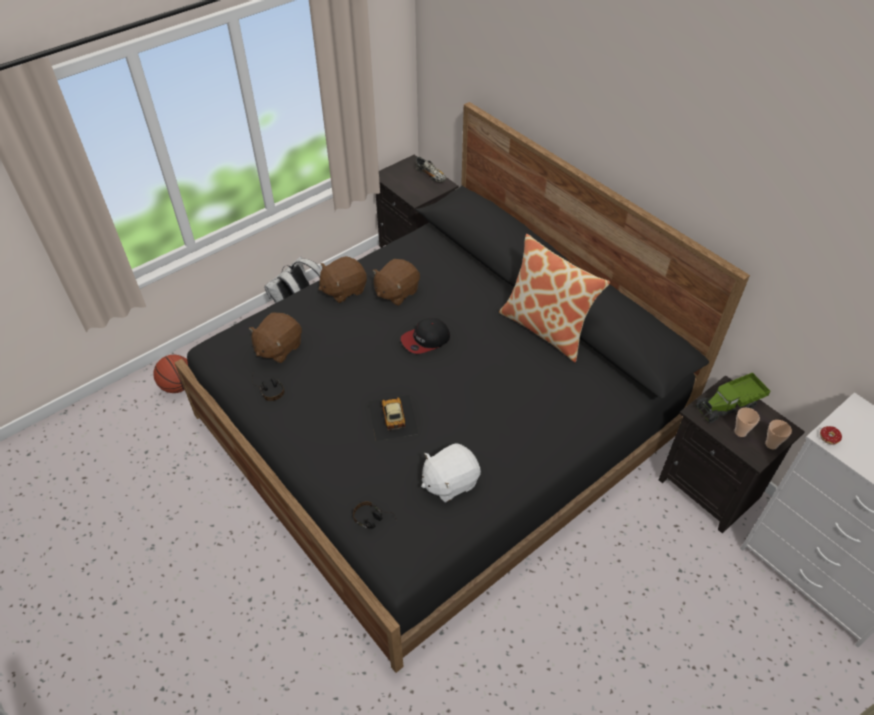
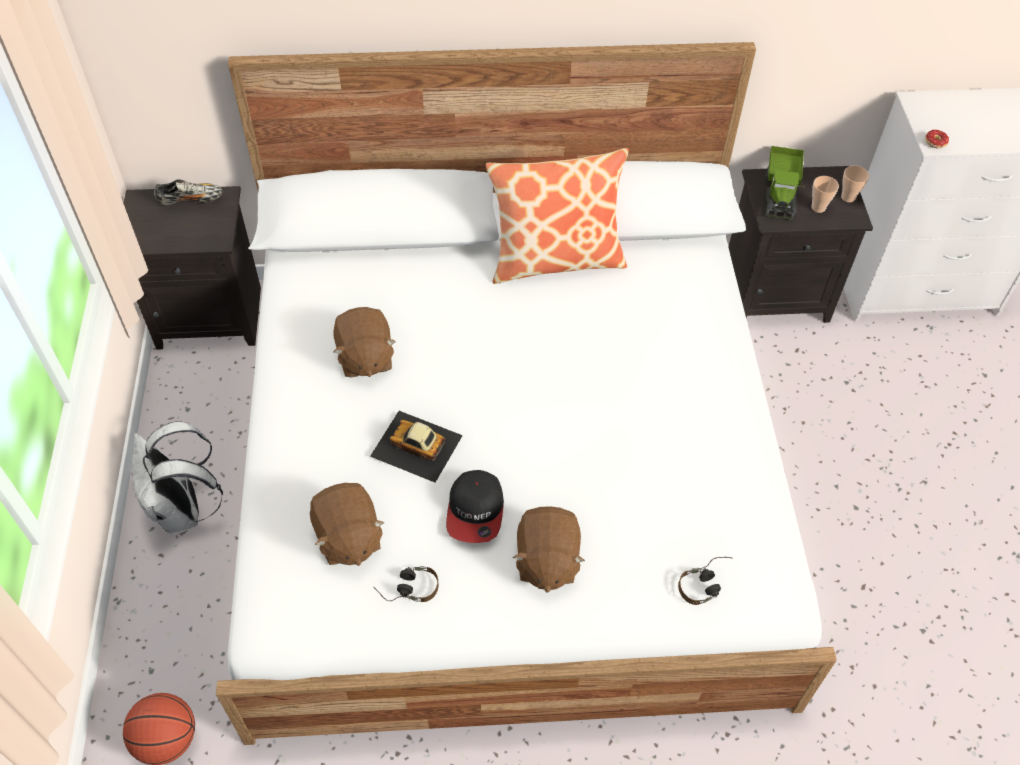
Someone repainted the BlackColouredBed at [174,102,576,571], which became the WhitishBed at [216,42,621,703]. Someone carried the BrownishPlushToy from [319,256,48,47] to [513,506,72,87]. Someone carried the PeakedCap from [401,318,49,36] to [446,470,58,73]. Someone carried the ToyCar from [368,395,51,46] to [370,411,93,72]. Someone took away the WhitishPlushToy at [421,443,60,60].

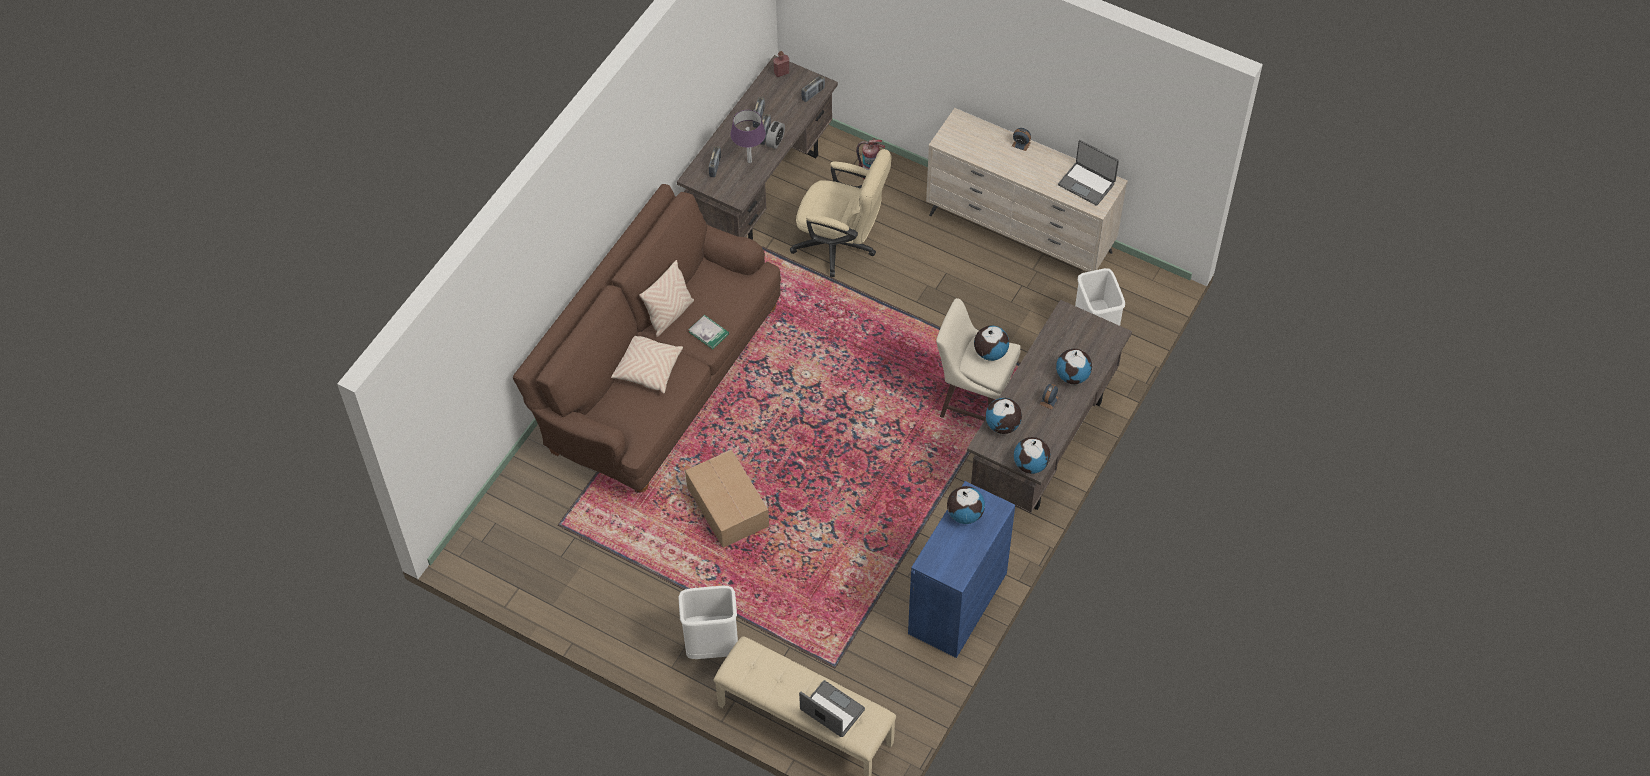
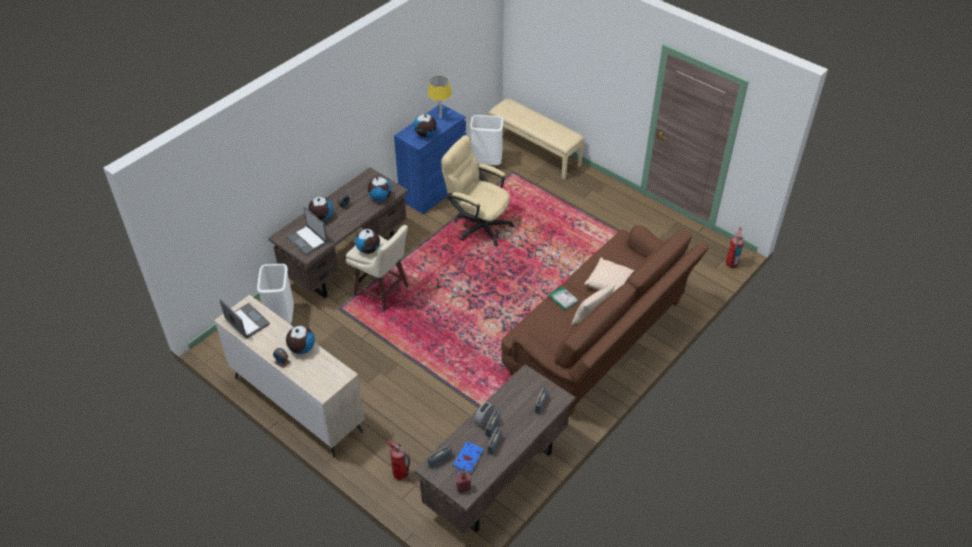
Someone took away the PurpleLampForATable at [730,110,36,53]. Someone carried the BeigeOfficeChair from [790,149,101,128] to [441,135,73,111]. Someone carried the Globe from [1014,437,37,37] to [286,326,29,28]. Someone took away the CardboardBox at [685,449,84,99]. Someone carried the WhitishTrashCan from [678,586,60,73] to [470,115,34,50]. Someone carried the Laptop from [799,680,66,57] to [287,207,40,48]. Someone put down the YellowColouredLampForATable at [428,76,24,42]. Someone put down the FireExtinguisher at [726,227,18,41]. Someone put down the BlueVolume at [453,442,31,33].

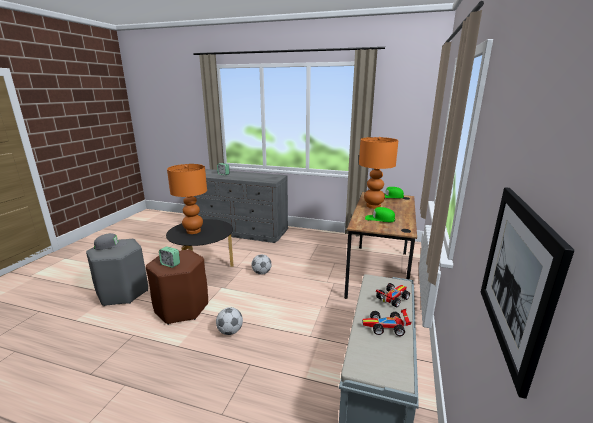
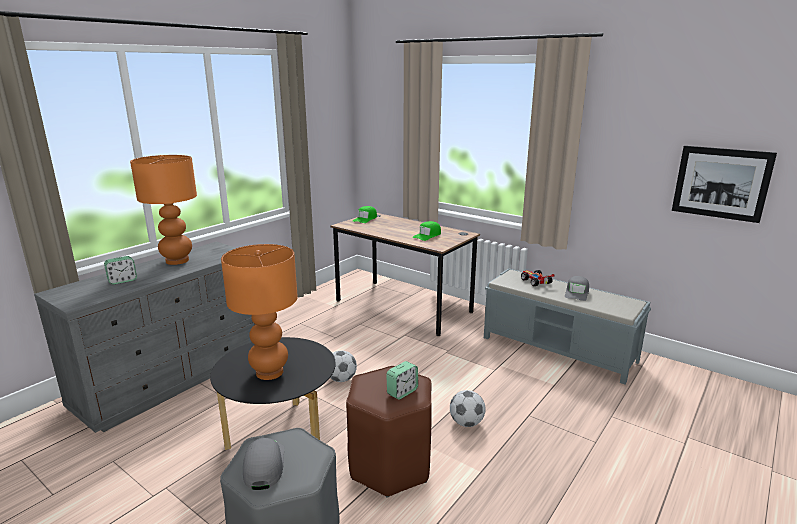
Someone carried the OrangeLampForATable from [359,137,40,72] to [130,155,67,110]. Someone swapped the ToyCar at [362,309,49,27] for the GrayPeakedCap at [565,276,24,25].

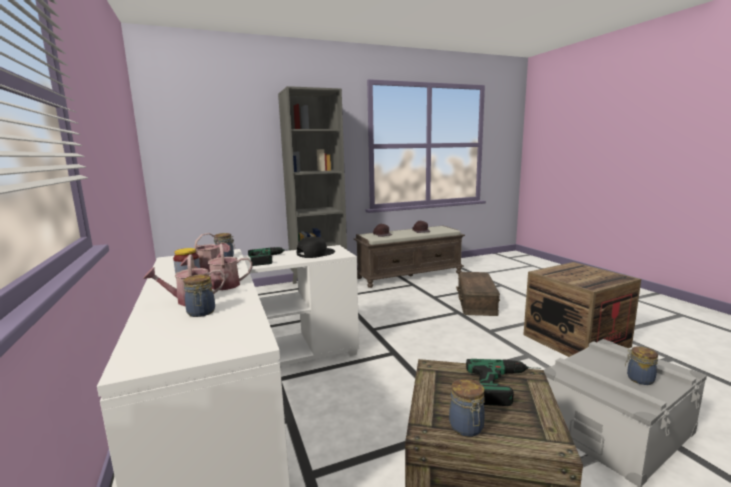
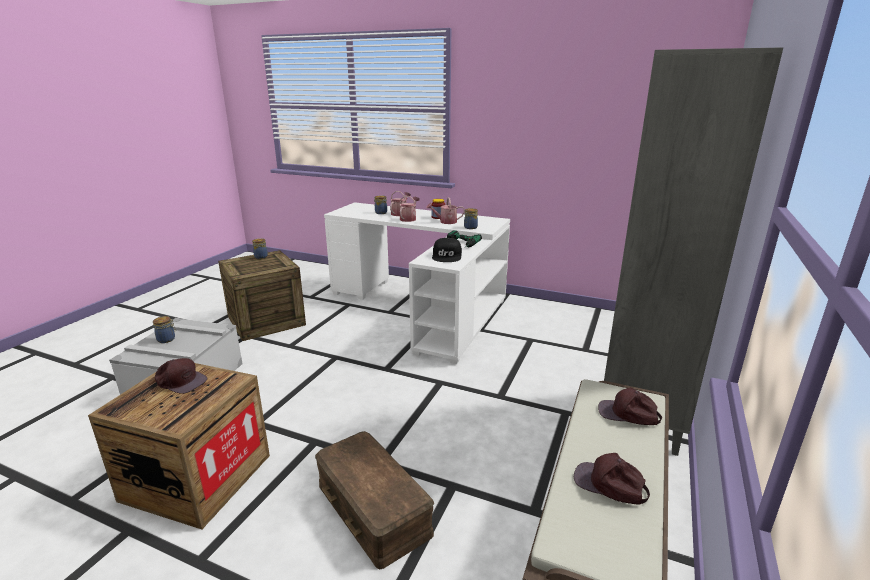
Someone took away the Drill at [466,359,76,47]. Someone put down the BrownishPeakedCap at [155,358,52,36].

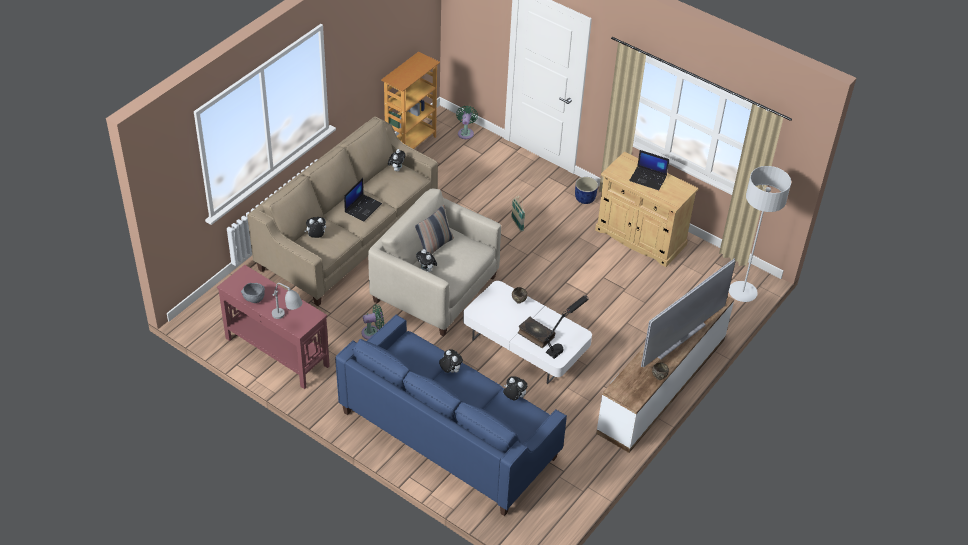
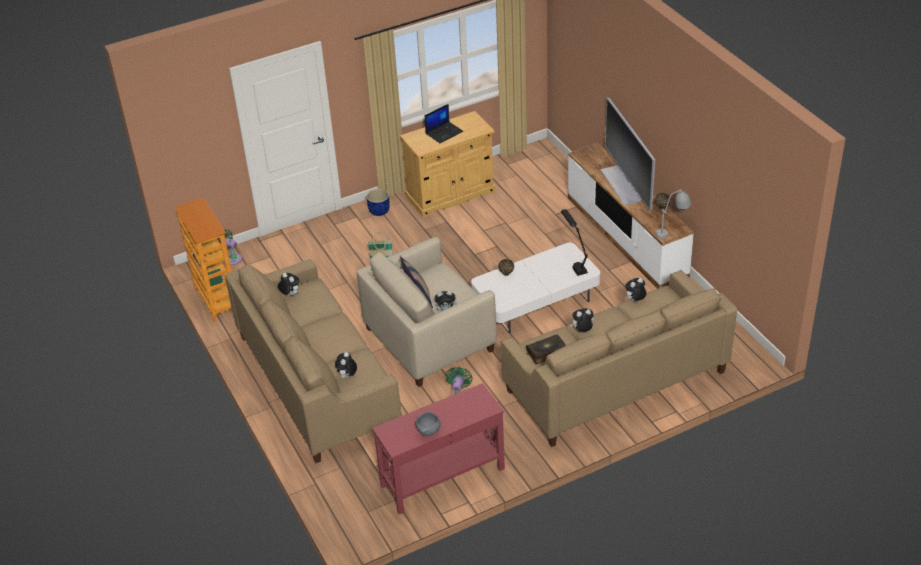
Someone took away the GrayFloorLamp at [729,166,62,136]. Someone took away the Laptop at [344,178,38,43]. Someone carried the GrayLampForATable from [272,283,31,36] to [656,189,35,49]. Someone repainted the BlueSettee at [335,314,232,202], which became the BeigeSettee at [501,270,236,177]. Someone carried the Volume from [518,317,37,31] to [526,334,40,30].

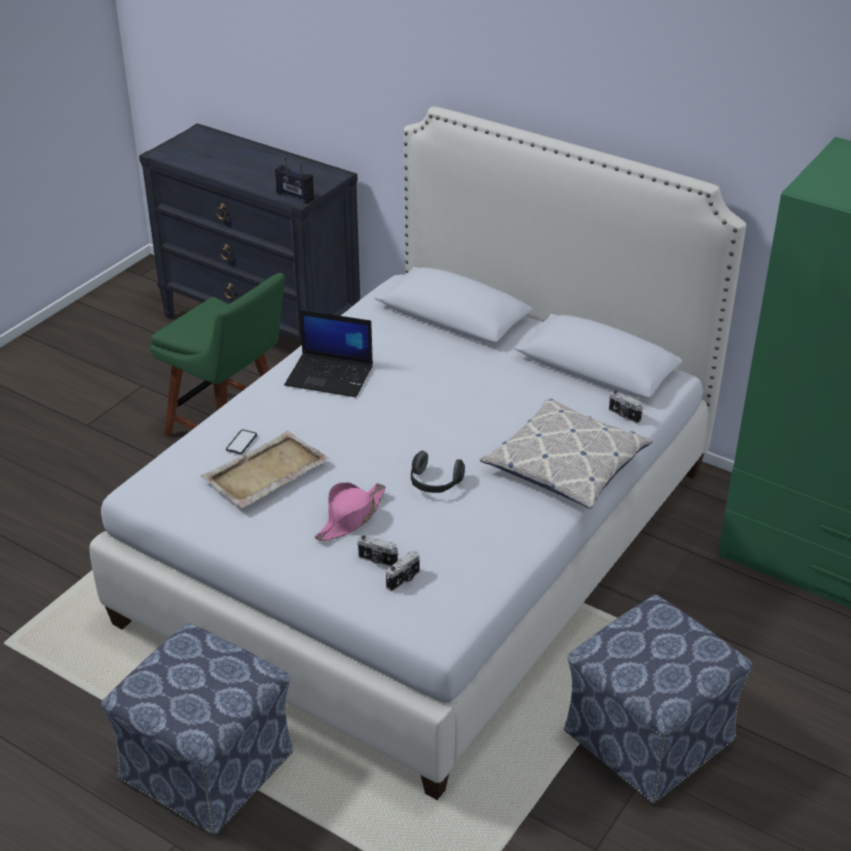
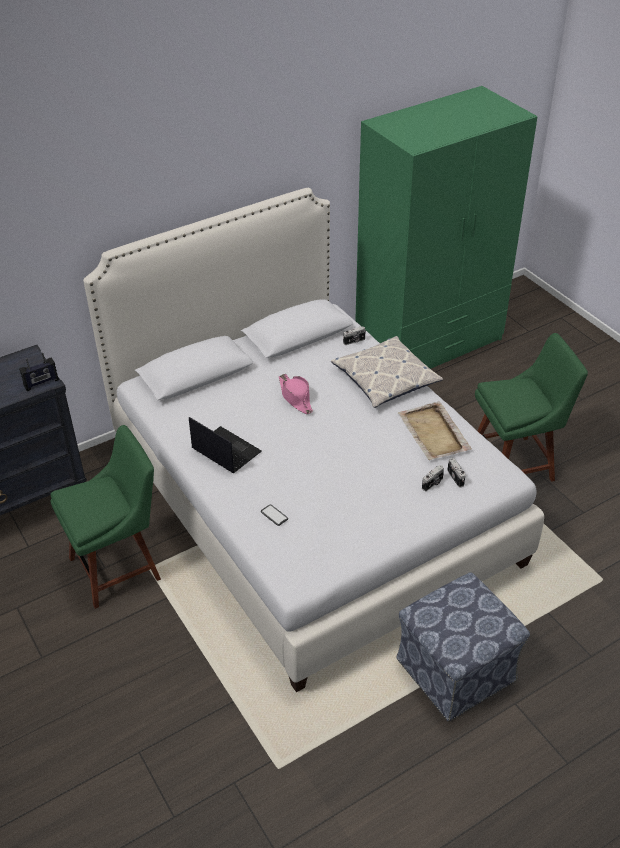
Someone rotated the Laptop at [284,310,89,87] by 90 degrees counterclockwise. Someone carried the BeigeTray from [201,431,128,77] to [398,401,74,59]. Someone took away the PairOfHeadphones at [411,451,54,42]. Someone carried the PinkHat from [314,482,72,59] to [279,374,34,40]. Someone swapped the Footrest at [564,595,189,209] for the GreenColouredUprightChair at [475,333,113,149].

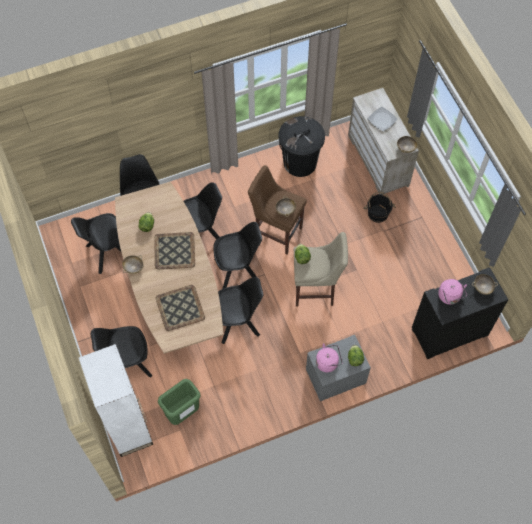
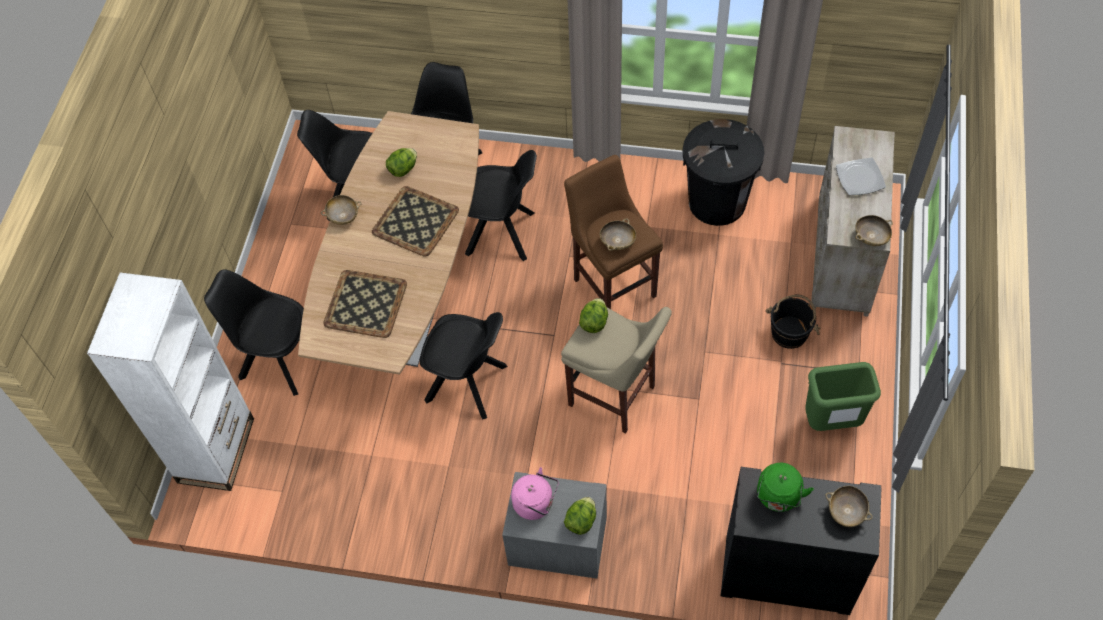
Someone took away the BlackColouredUprightChair at [213,222,49,67]. Someone repainted the PinkTeaKettle at [438,279,29,26], which became the GreenColouredTeaKettle at [757,463,57,49]. Someone carried the GreenColouredTrashCan from [158,379,42,46] to [805,362,76,69].

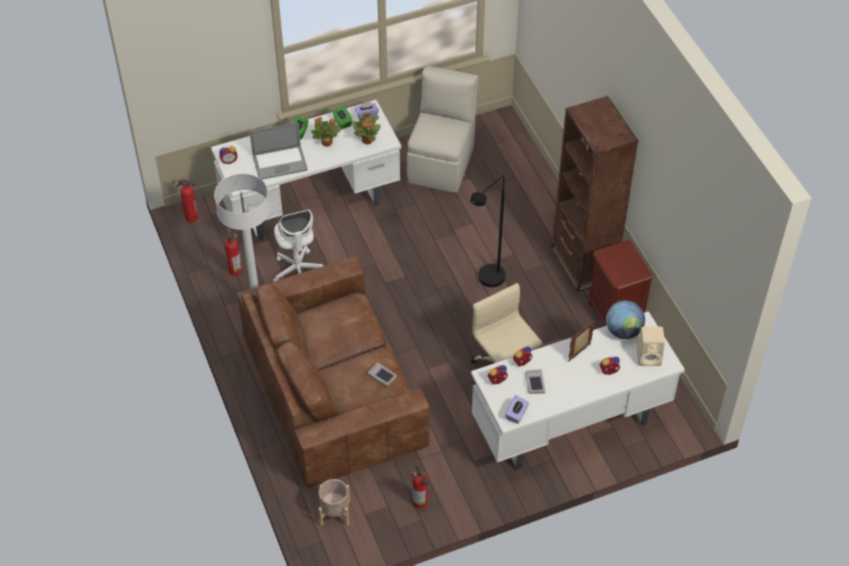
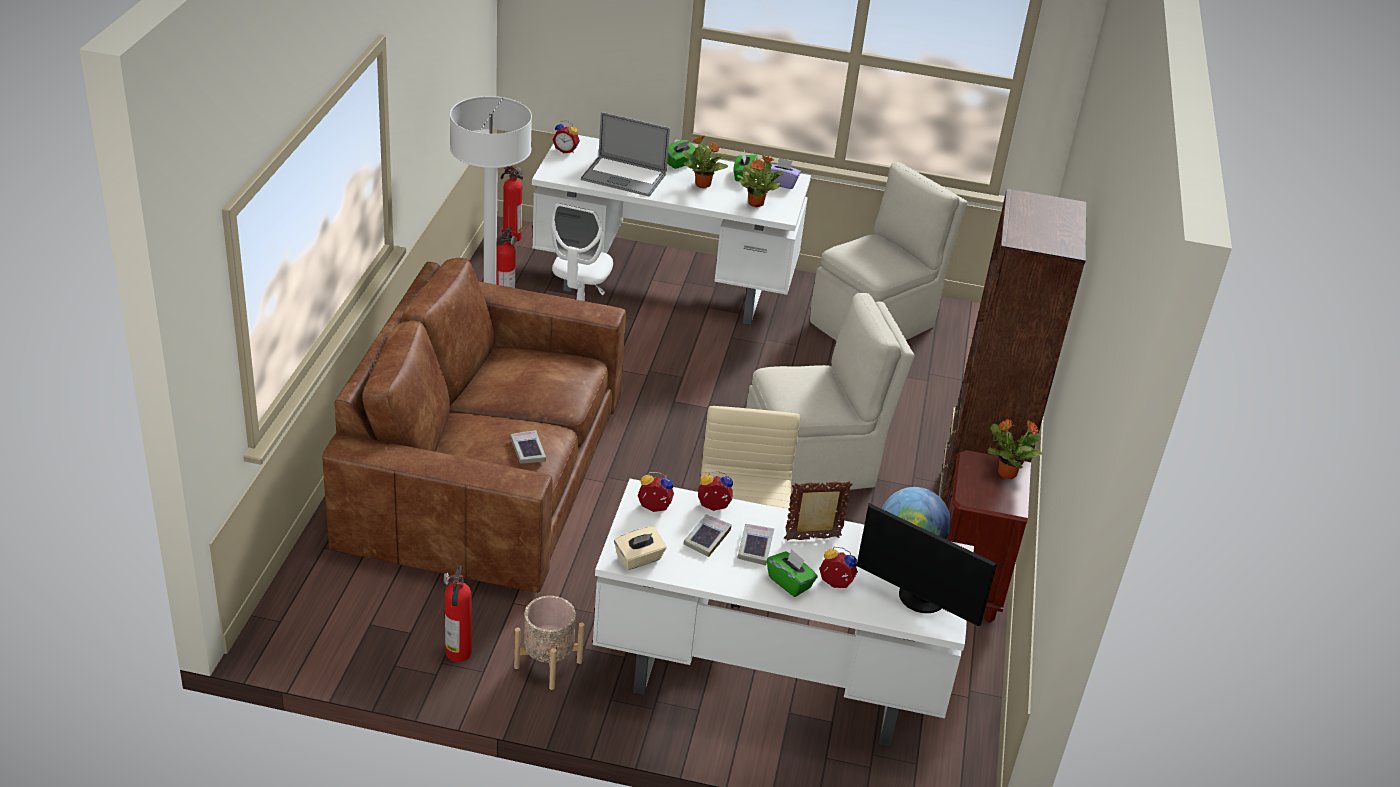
Someone swapped the BlackColouredFloorLamp at [470,176,35,111] for the BeigeUprightChair at [746,293,169,201]. Someone swapped the BeigeAudioSpeaker at [637,326,28,40] for the ComputerScreen at [857,503,140,123]. Someone repainted the PurpleTissueHolder at [505,395,24,29], which became the BeigeTissueHolder at [614,526,52,44]. Someone carried the BeigePlantPot from [319,479,31,47] to [514,596,70,94]. Someone put down the PottedPlant at [987,419,55,60]. Someone put down the Volume at [737,524,37,42]. Someone put down the GreenColouredTissueHolder at [767,549,51,48].

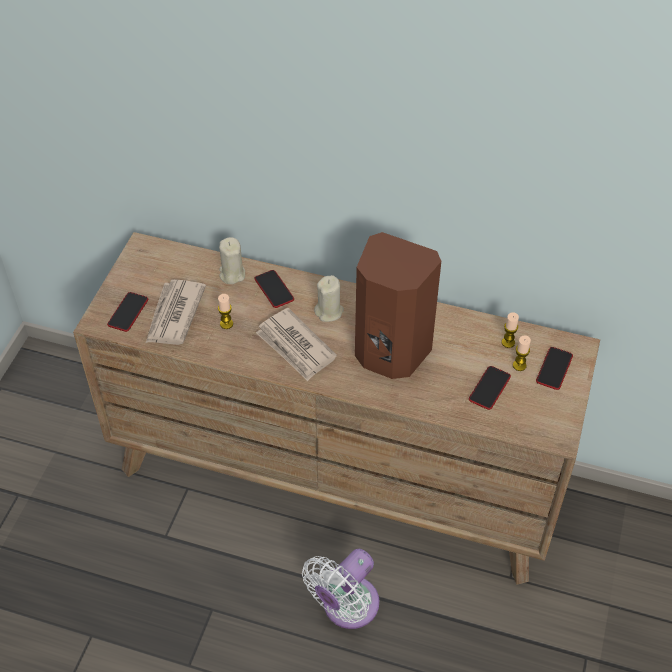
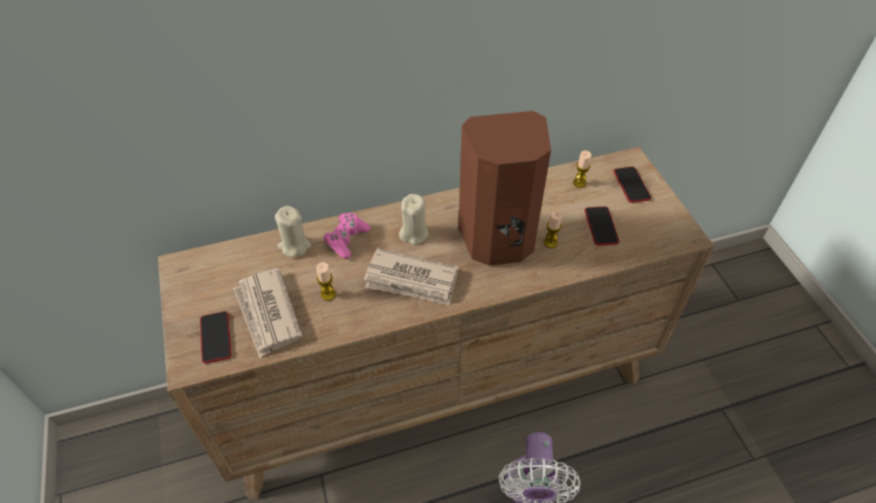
Someone swapped the Handset at [255,270,39,38] for the PinkGameController at [323,213,47,46]. Someone carried the WaxCandle from [513,335,18,36] to [544,210,18,38].

